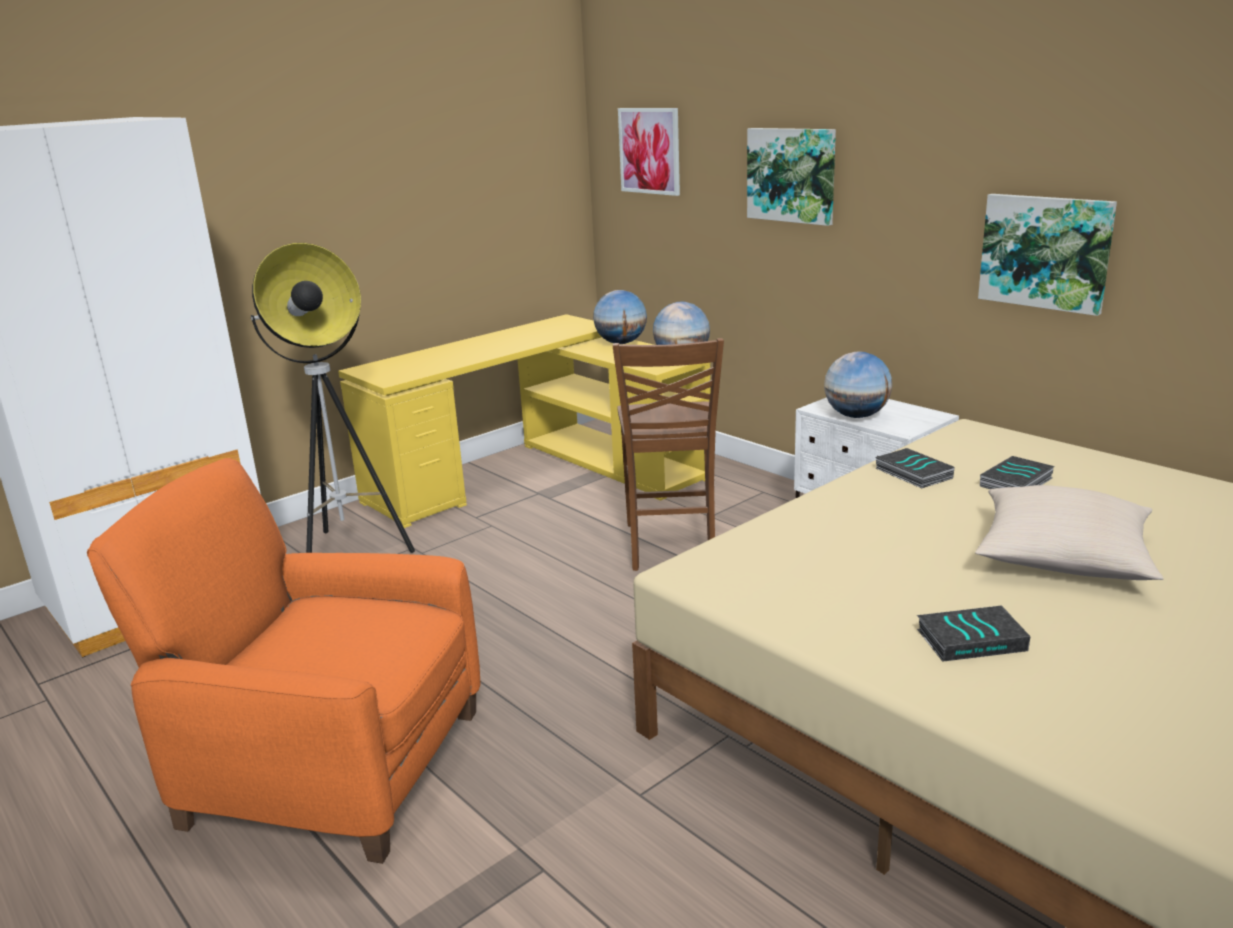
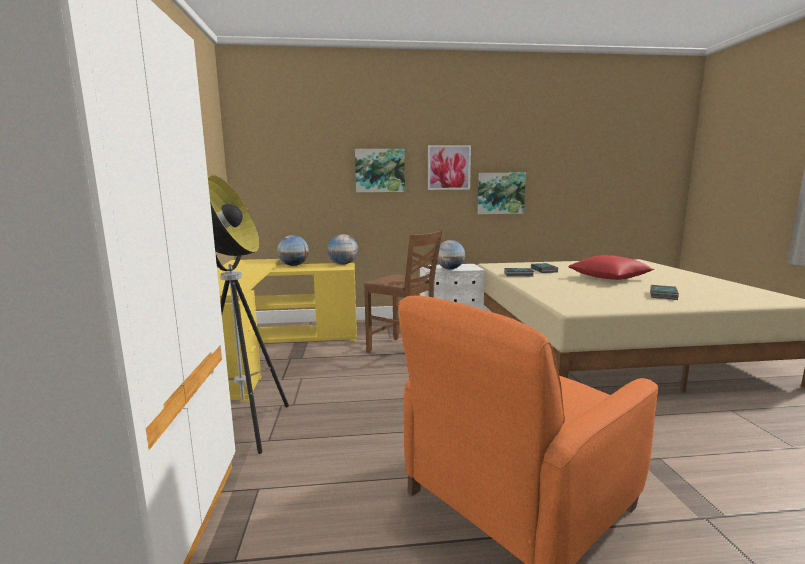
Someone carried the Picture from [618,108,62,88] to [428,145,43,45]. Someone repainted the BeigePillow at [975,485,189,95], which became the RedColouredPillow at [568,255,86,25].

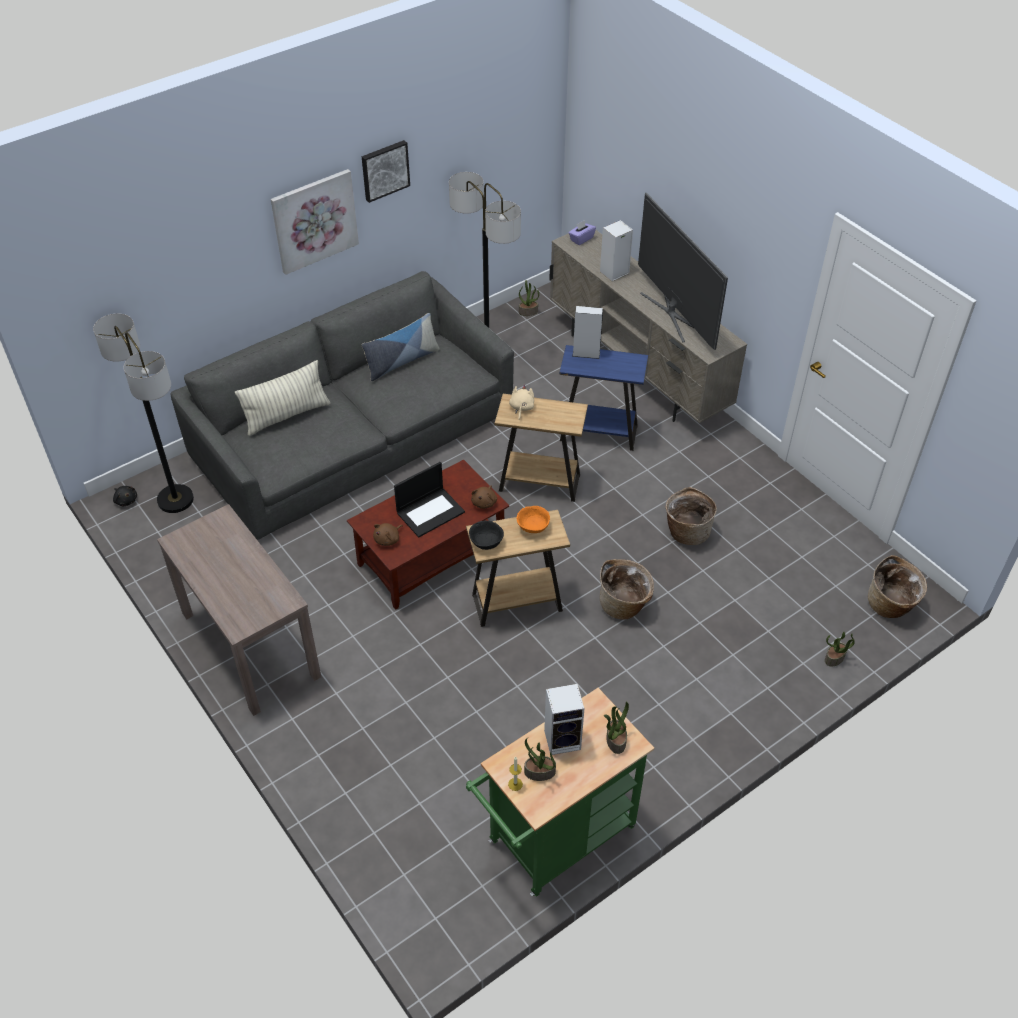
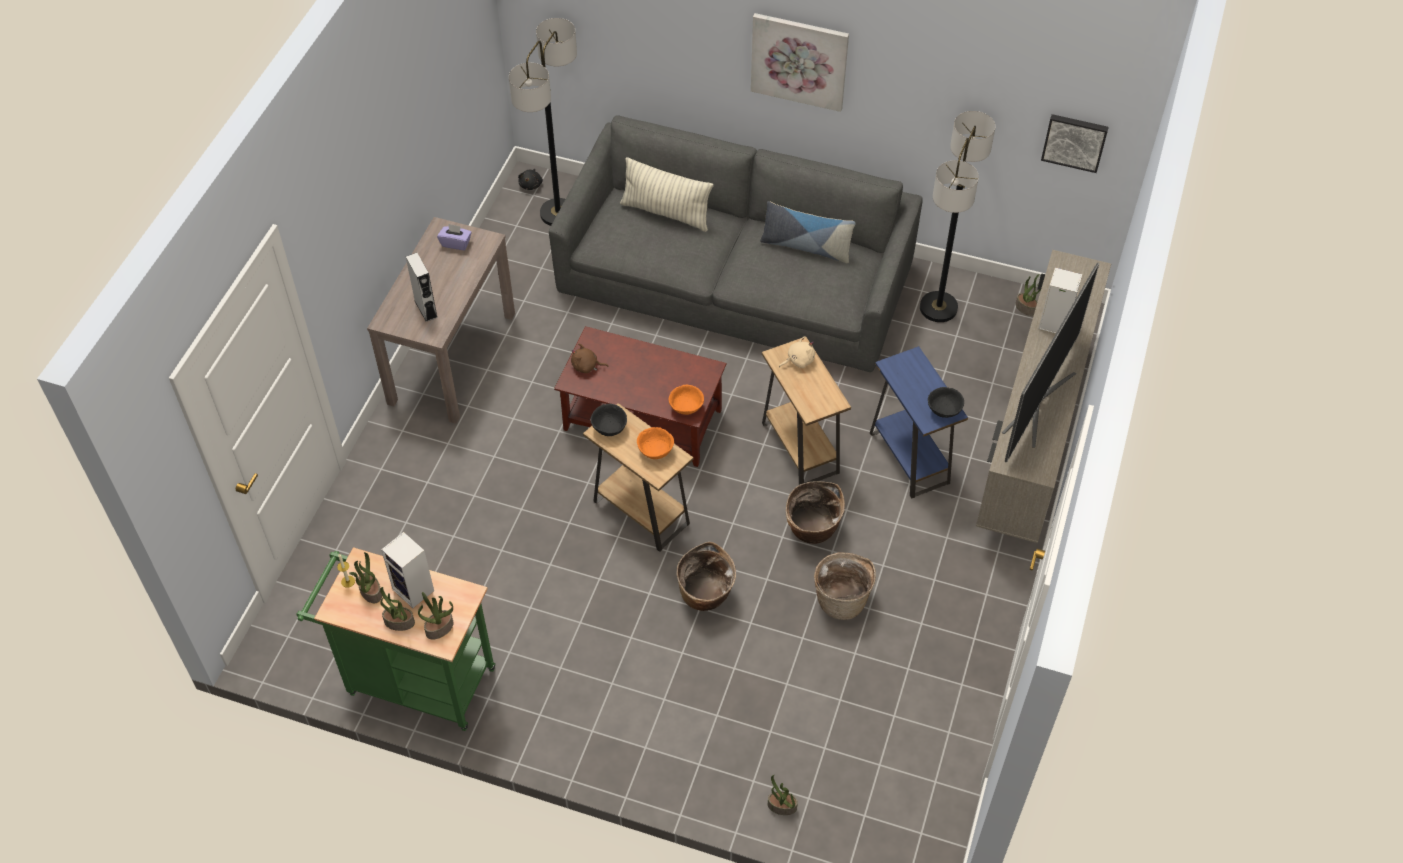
Someone carried the Picture from [362,140,48,63] to [1041,114,68,59]. Someone carried the PurpleTissueHolder from [569,220,27,25] to [437,224,35,26]. Someone carried the GrayAudioSpeaker from [572,306,31,53] to [406,253,32,69]. Someone took away the Laptop at [394,462,71,75]. Someone swapped the BrownishPlushToy at [471,486,26,23] for the OrangeBowl at [669,385,35,30]. Someone carried the HouseholdBasket from [868,555,59,63] to [786,481,59,63]. Someone put down the BlackColouredBowl at [928,387,36,31]. Someone put down the PottedPlant at [380,587,35,44].

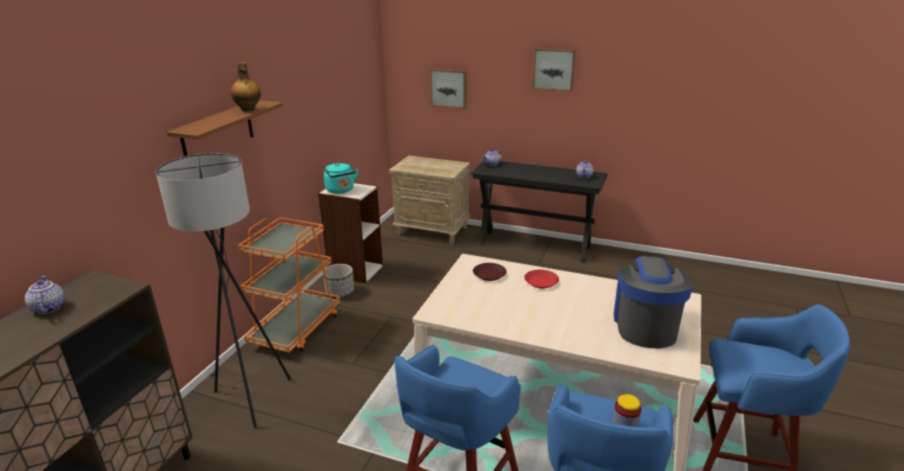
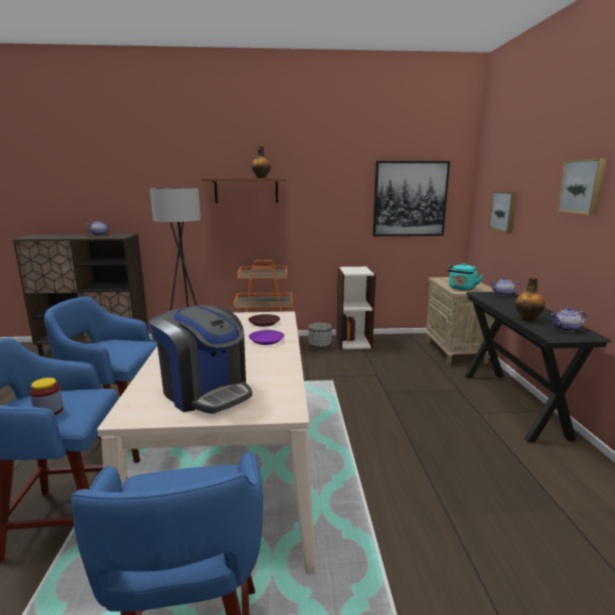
Someone carried the TurquoiseColouredTeaKettle from [324,163,34,31] to [447,263,36,27]. Someone rotated the CoffeeMaker at [613,255,81,93] by 60 degrees clockwise. Someone repainted the RedColouredPlate at [524,270,35,19], which became the PurplePlate at [249,330,35,15]. Someone put up the Picture at [373,161,77,75]. Someone put down the Bottle at [515,276,30,45].

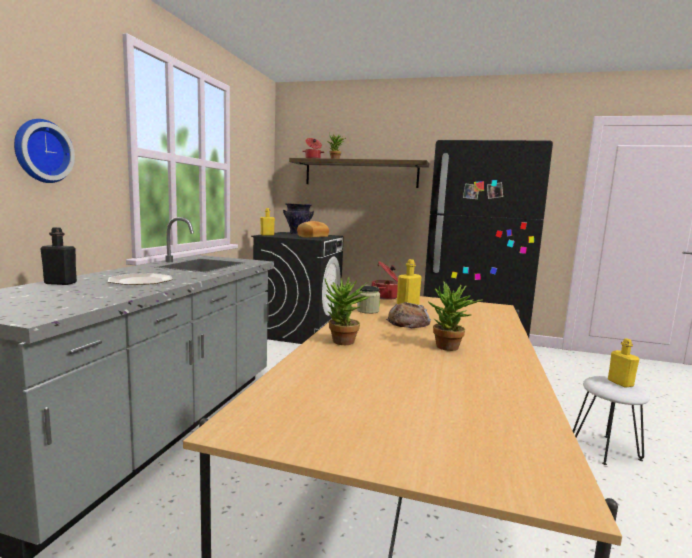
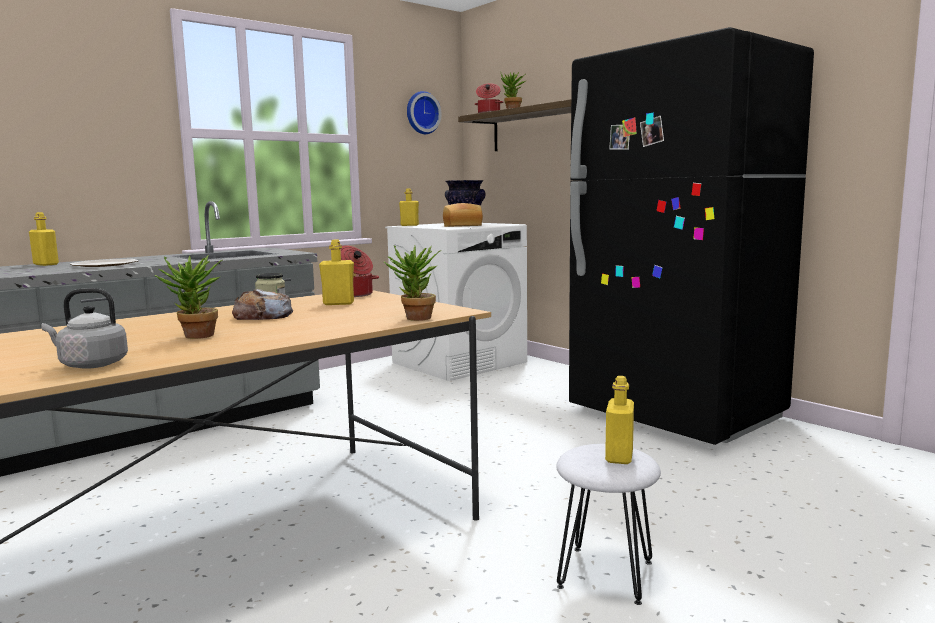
Someone carried the HangingClock from [14,119,61,64] to [407,91,35,43]. Someone repainted the BlackColouredBottle at [40,227,37,58], which became the YellowColouredBottle at [29,212,30,54]. Someone repainted the BlackColouredLaundryAppliance at [251,232,93,112], which became the WhitishLaundryAppliance at [385,223,142,158]. Someone carried the PottedPlant from [325,277,46,68] to [384,245,58,76]. Someone put down the GrayTeaKettle at [41,288,87,81].

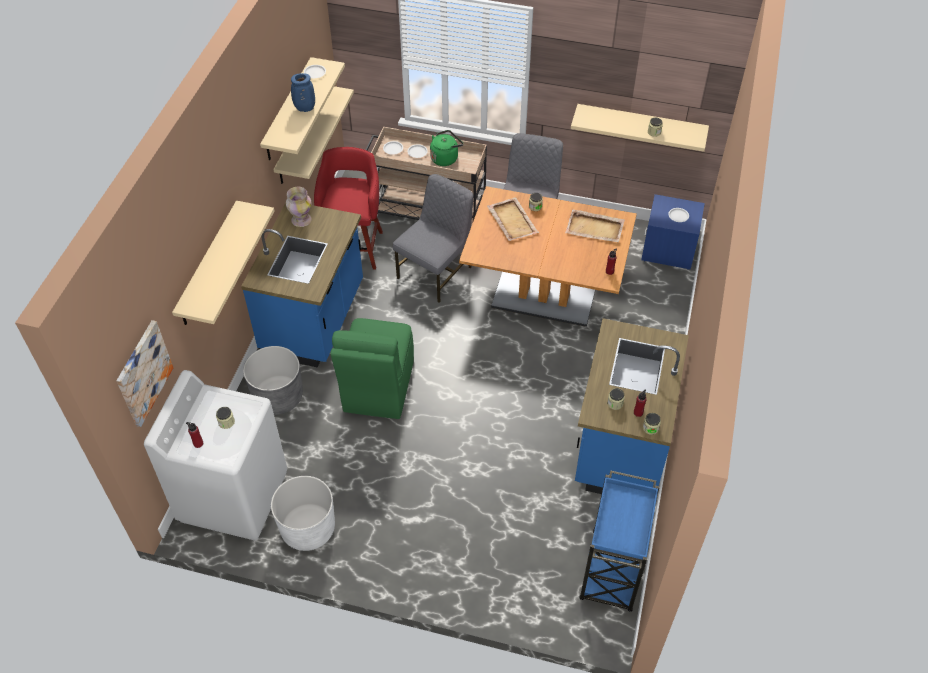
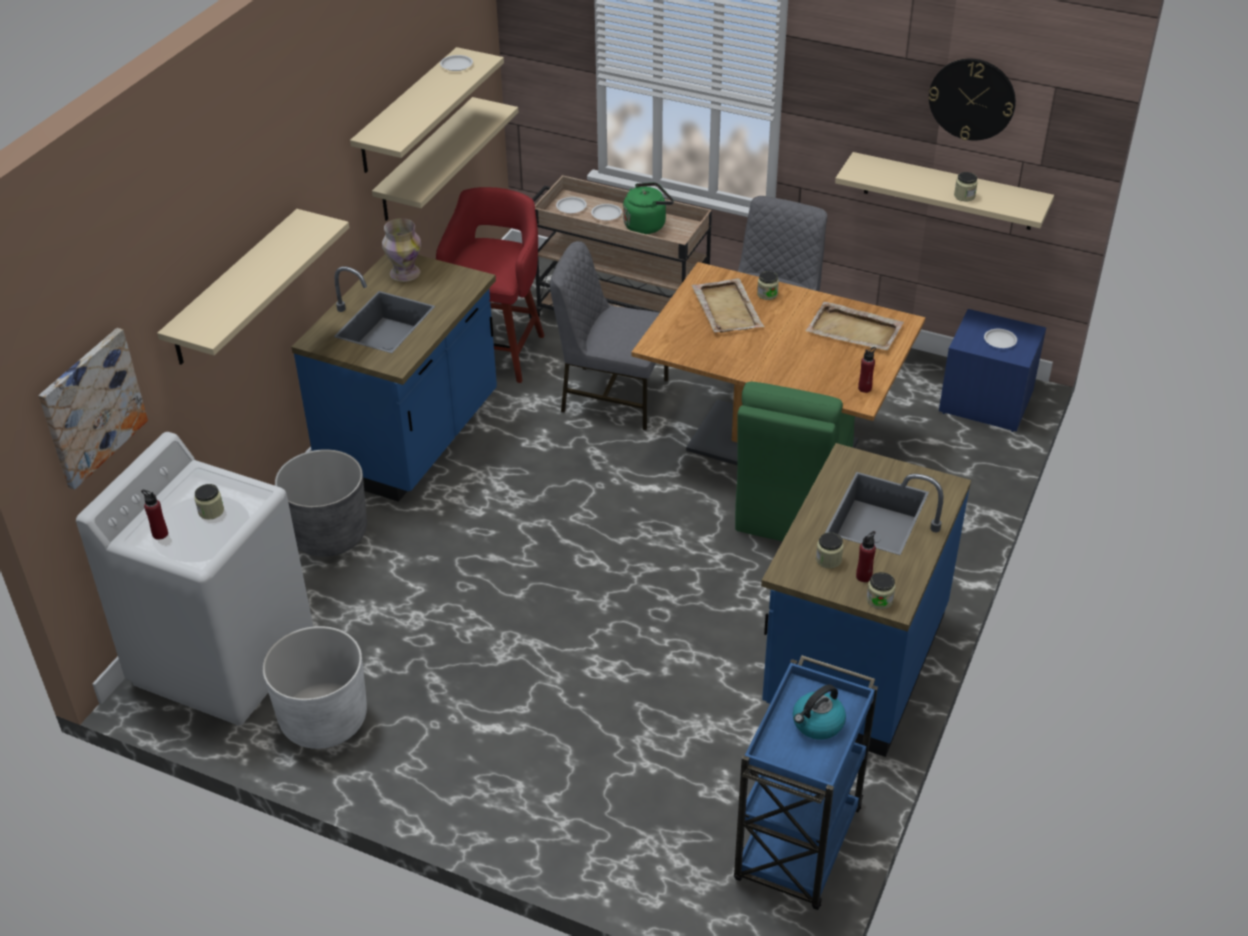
Someone took away the BlueVase at [291,73,24,39]. Someone rotated the GrayUprightChair at [393,174,80,129] by 120 degrees counterclockwise. Someone carried the GreenColouredUprightChair from [331,318,83,101] to [735,382,120,159]. Someone put up the HangingClock at [929,59,87,81]. Someone put down the TeaKettle at [793,684,53,56].

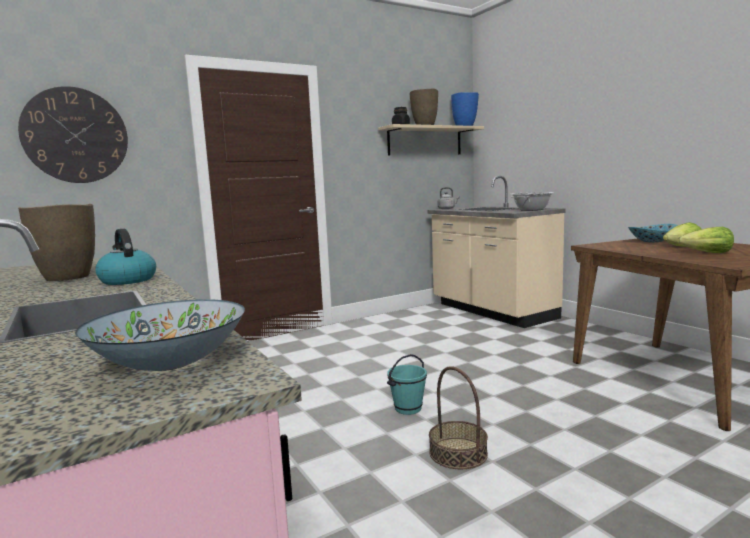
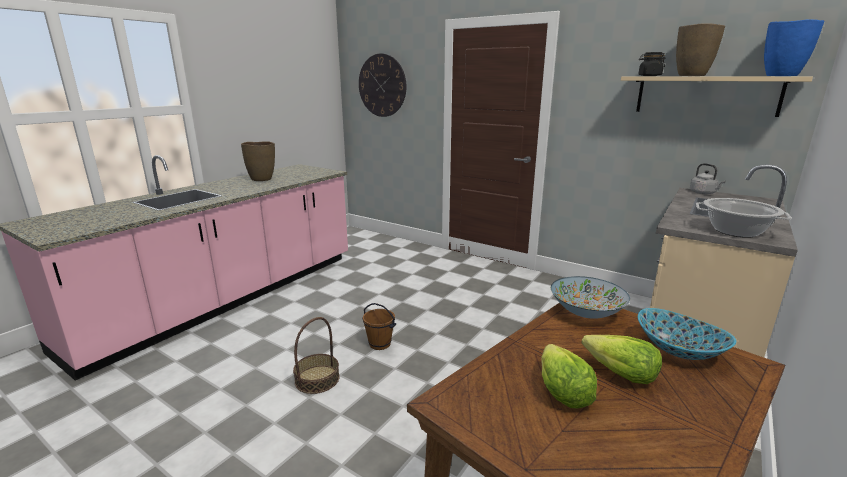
Someone took away the TeaKettle at [95,229,61,56]. Someone carried the Bowl from [75,299,170,72] to [551,276,79,43]. Someone repainted the TurquoiseColouredWaterBucket at [387,354,40,61], which became the BrownishWaterBucket at [362,303,34,47].

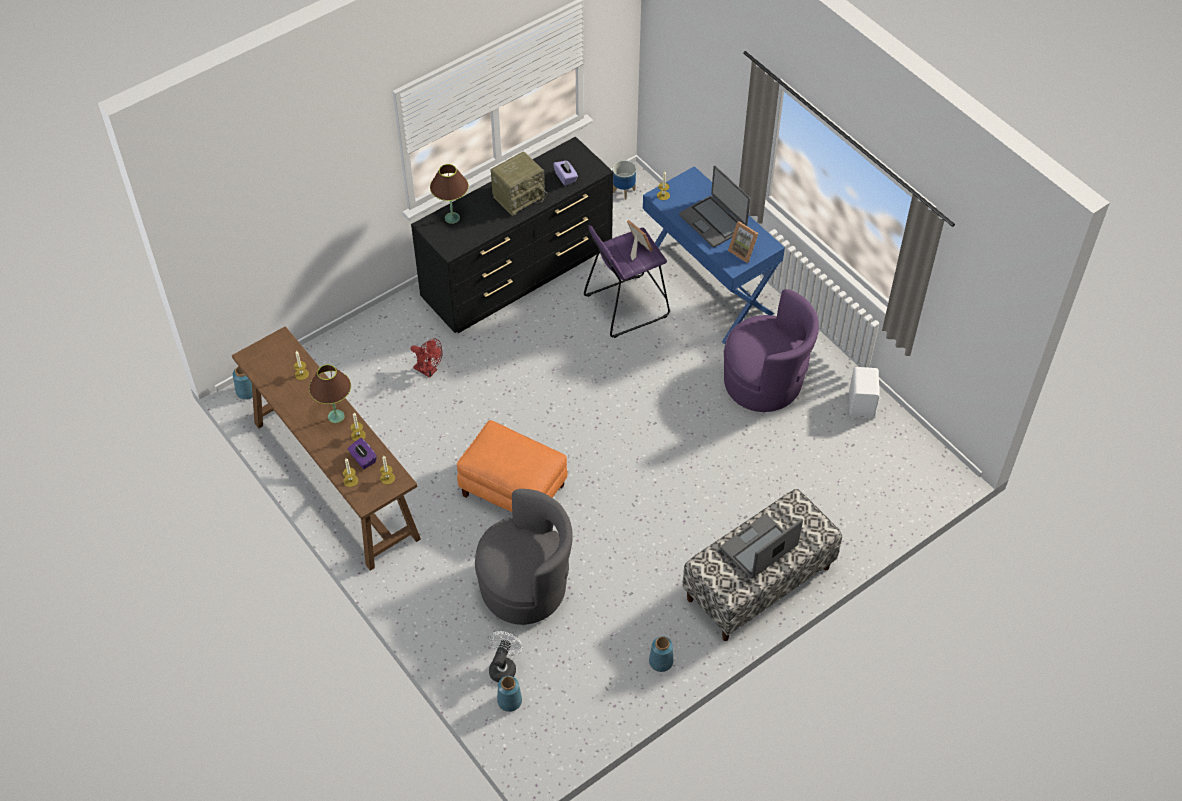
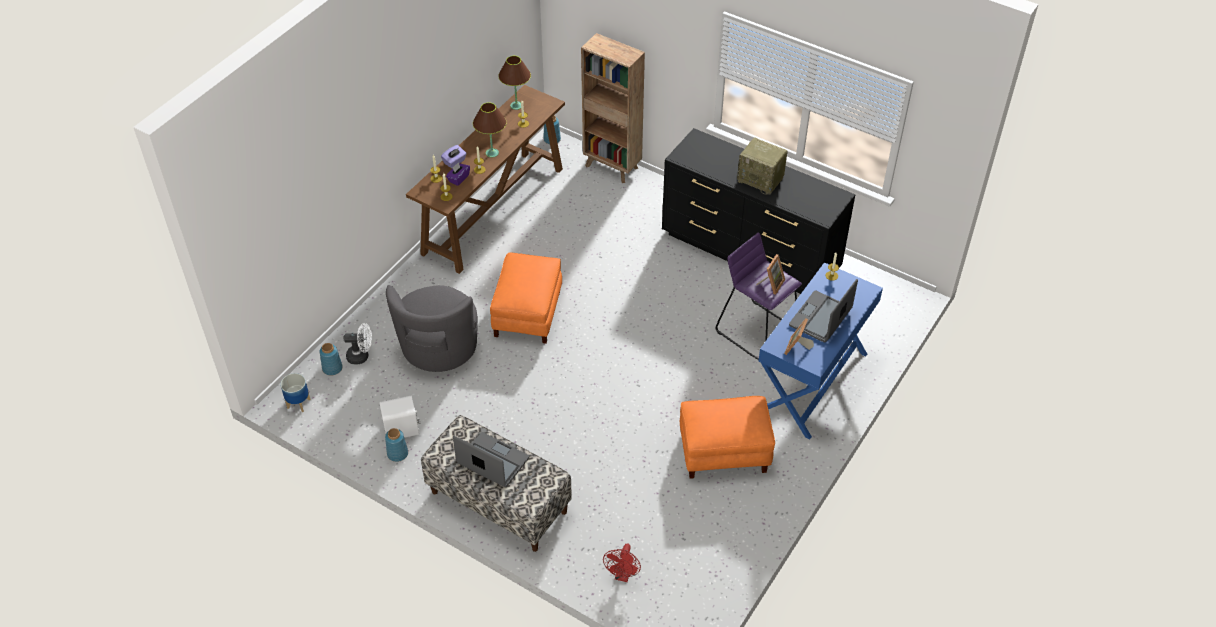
Someone carried the PurpleTissueHolder from [553,160,25,26] to [441,145,26,23]. Someone carried the PlantPot from [612,160,24,40] to [280,373,31,39]. Someone carried the BrownishLampForATable from [430,164,39,60] to [498,56,33,54]. Someone swapped the PurpleEasyChair at [724,289,95,123] for the OrangeFootrest at [680,396,95,83]. Someone carried the RedColouredFan from [411,338,32,40] to [603,544,38,38]. Someone carried the WhitishAudioSpeaker from [849,367,30,52] to [380,396,40,42]. Someone rotated the GrayEasyChair at [475,489,98,136] by 45 degrees clockwise. Someone put down the BrownishBookcase at [581,33,64,150].

